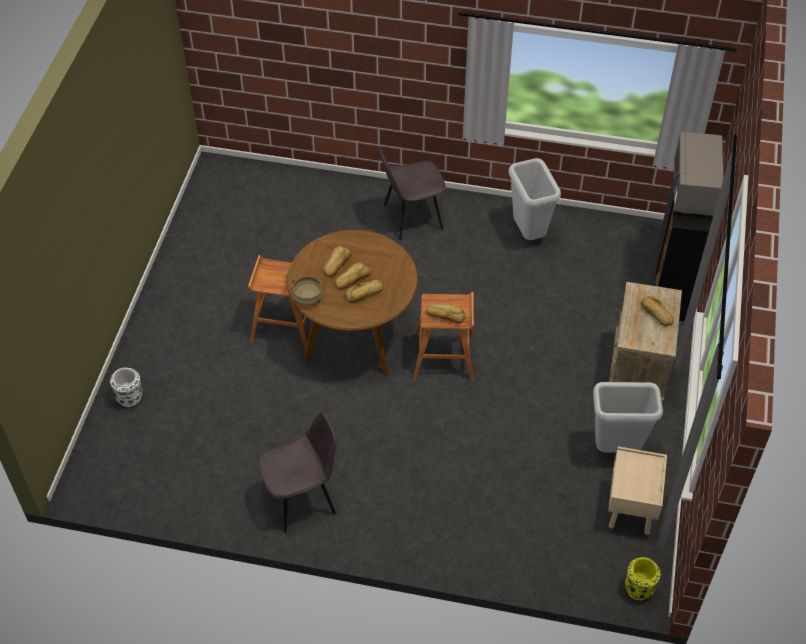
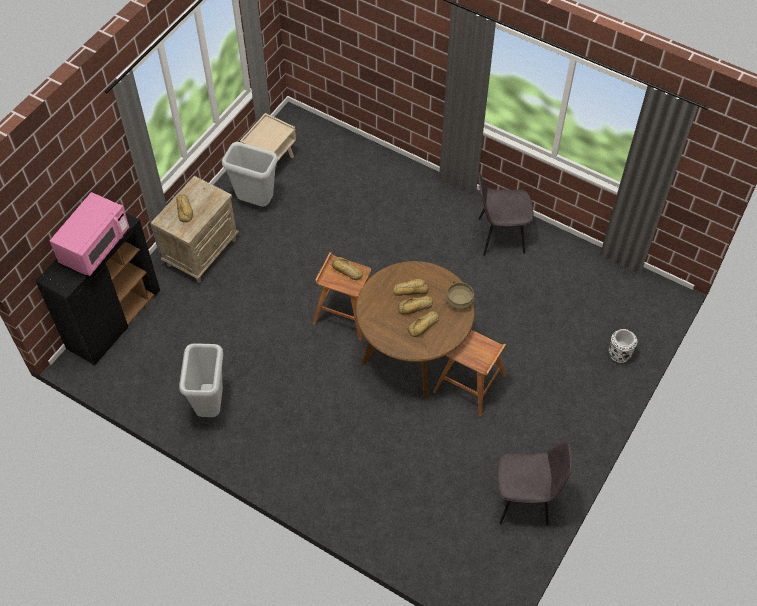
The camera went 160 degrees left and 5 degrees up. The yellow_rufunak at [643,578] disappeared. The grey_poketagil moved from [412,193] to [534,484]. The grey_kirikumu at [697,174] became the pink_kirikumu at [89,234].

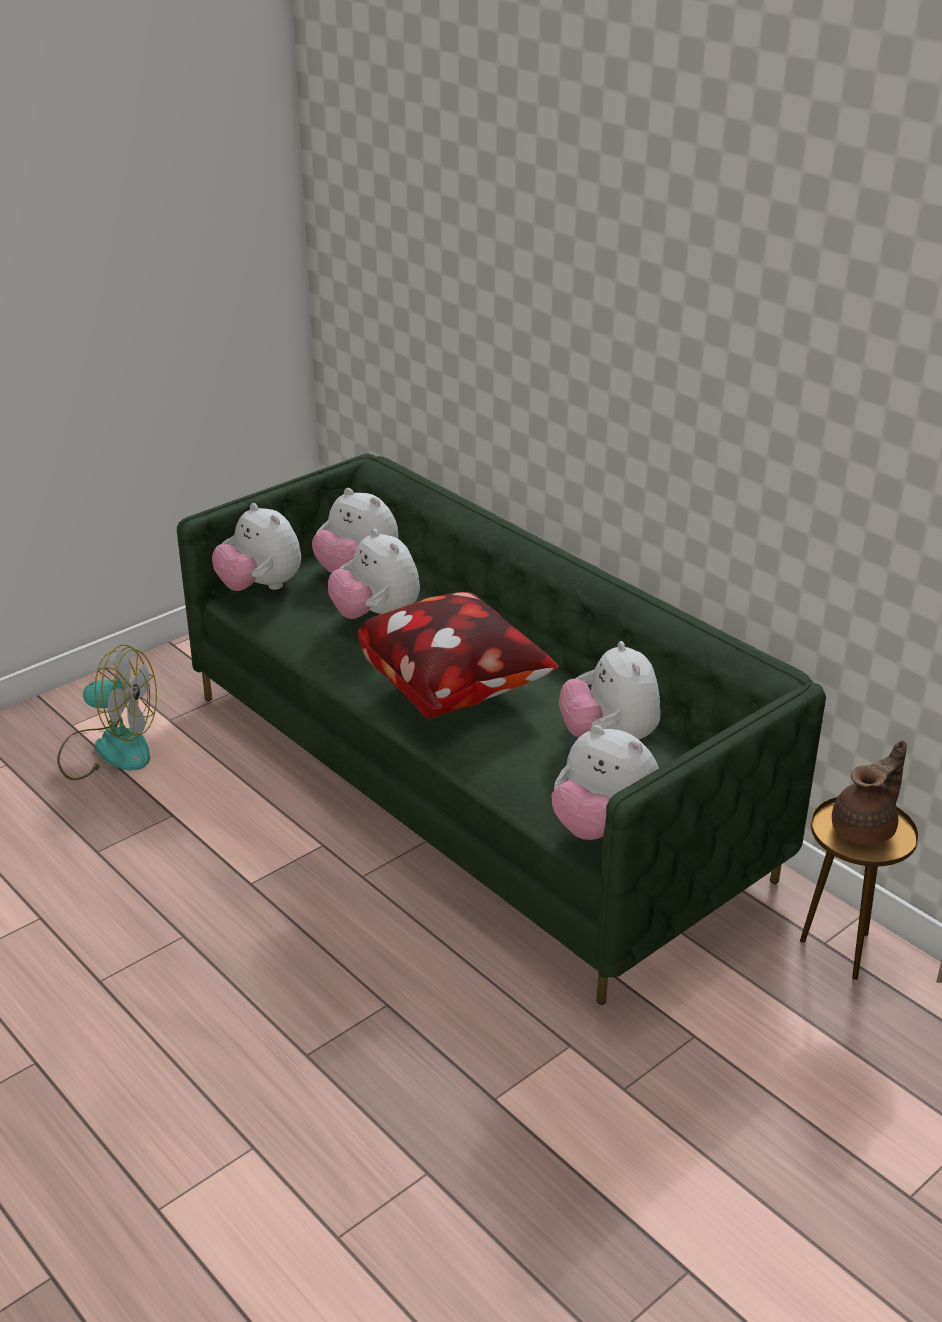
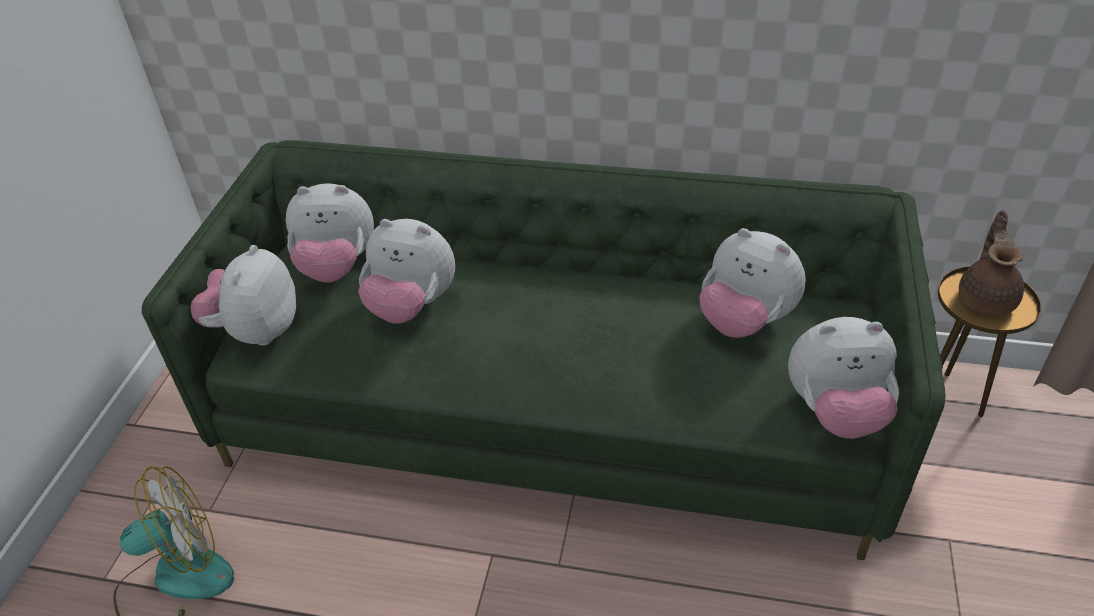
The camera went 35 degrees left and 10 degrees up. The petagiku at [458,655] disappeared. The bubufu at [256,547] turned 90 degrees clockwise.

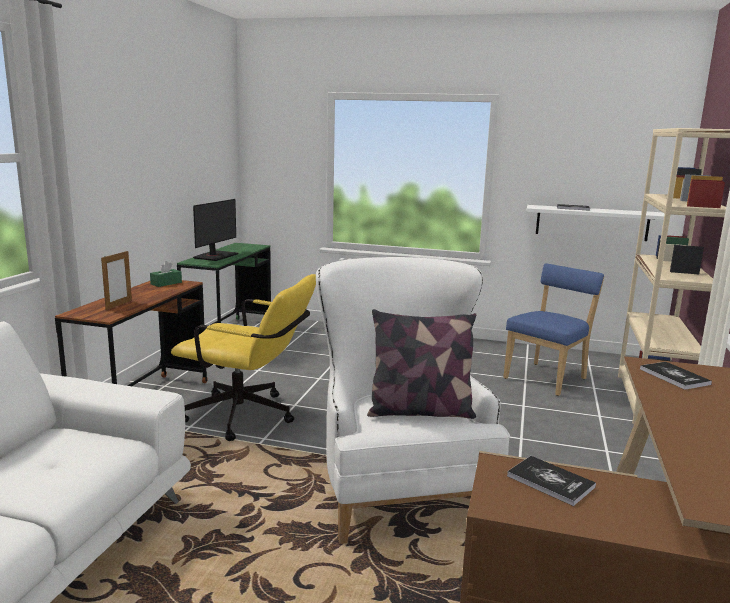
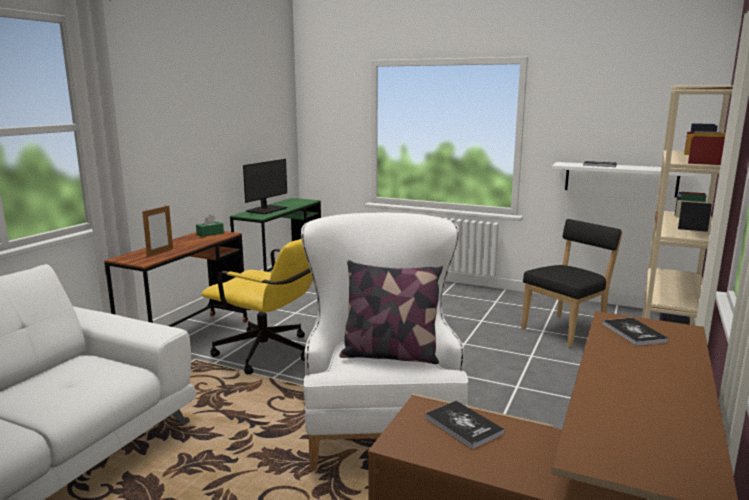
The camera went 10 degrees right and 0 degrees up. The blue_poketagil at [553,330] became the black_poketagil at [572,283].

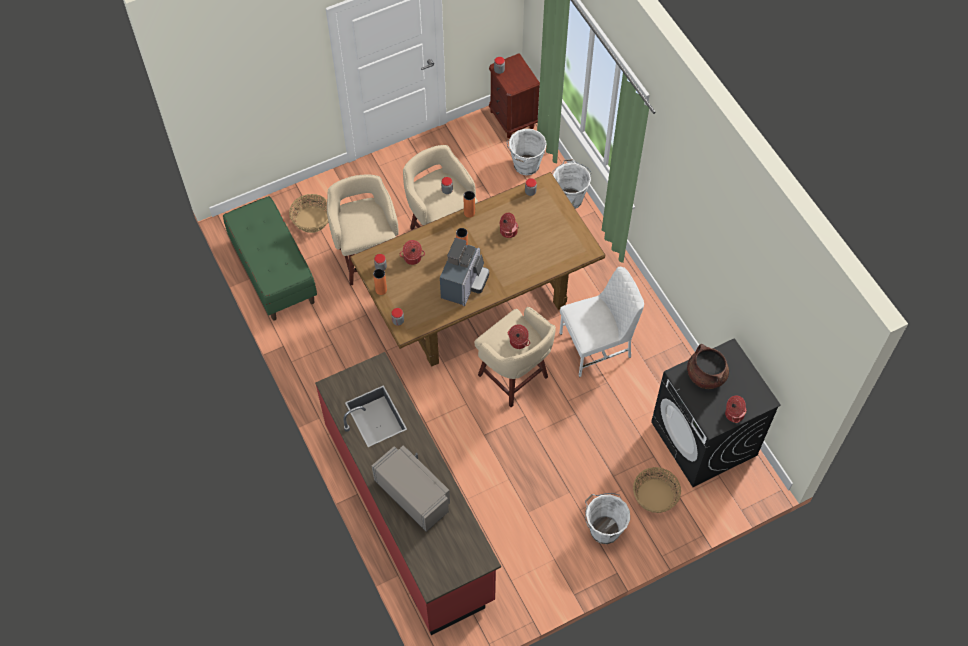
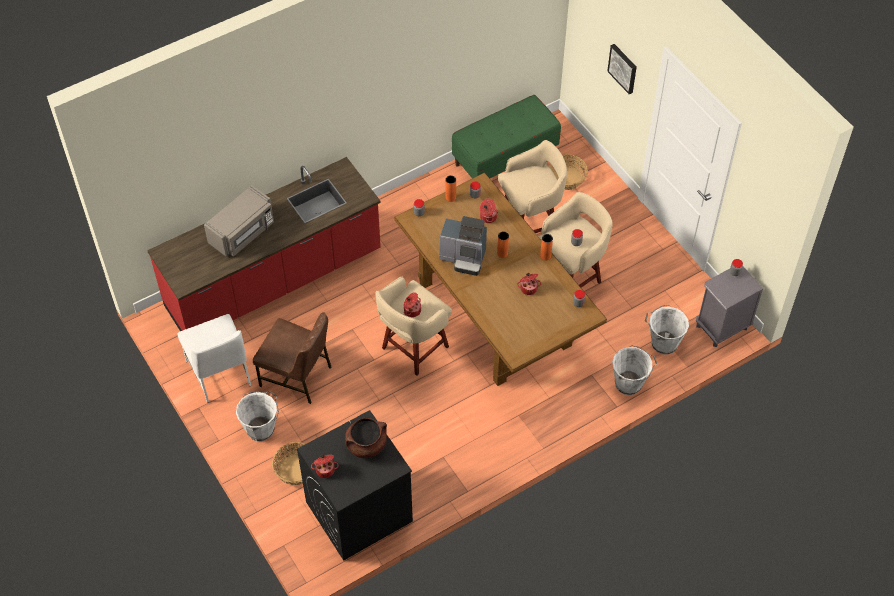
The camera went 85 degrees right and 5 degrees down. The brown_poketagil at [292,358] appeared. The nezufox at [622,69] appeared. The white_poketagil moved from [601,322] to [214,358]. The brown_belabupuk at [514,95] became the grey_belabupuk at [730,307].

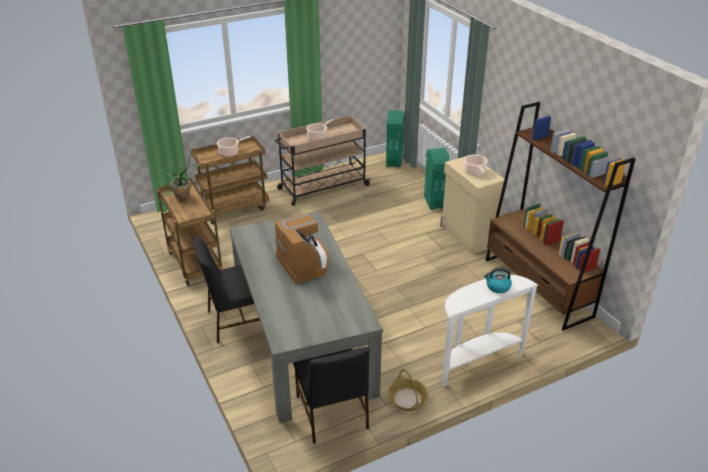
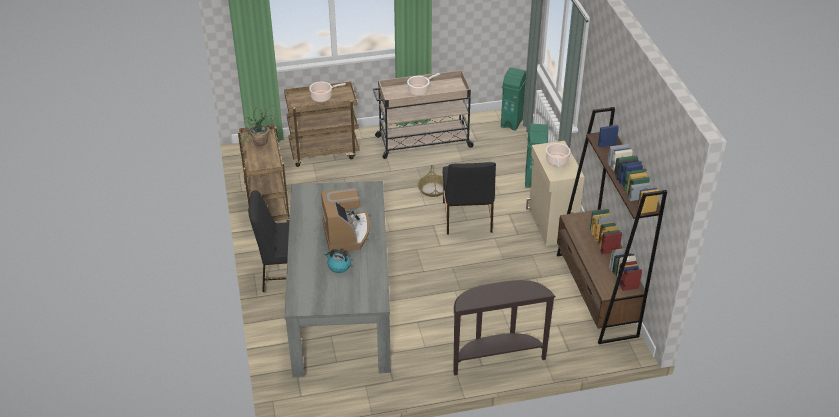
The camera went 15 degrees right and 5 degrees up. The black_poketagil moved from [331,395] to [469,198]. The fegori moved from [408,390] to [430,181]. The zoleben moved from [498,280] to [338,261]. The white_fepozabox at [490,331] became the brown_fepozabox at [504,327].

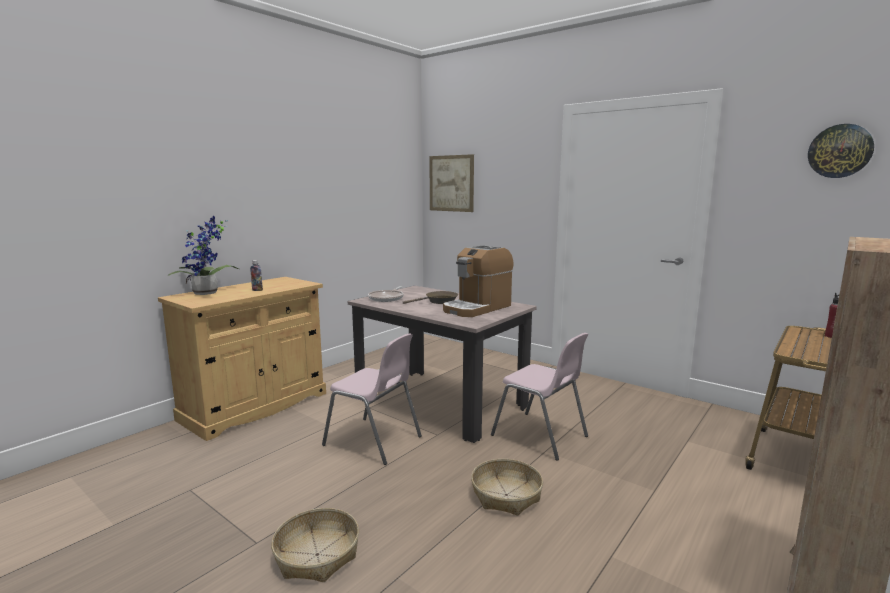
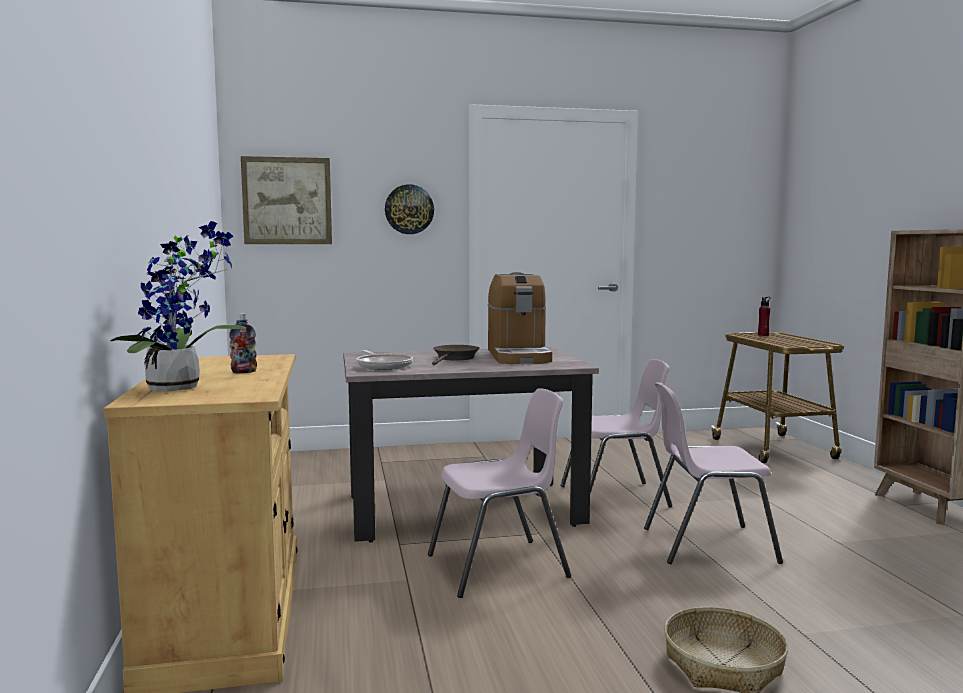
The camera went 50 degrees left and 5 degrees down. The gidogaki moved from [841,151] to [409,209]. The fegori at [507,487] was replaced by the pink_poketagil at [713,473].

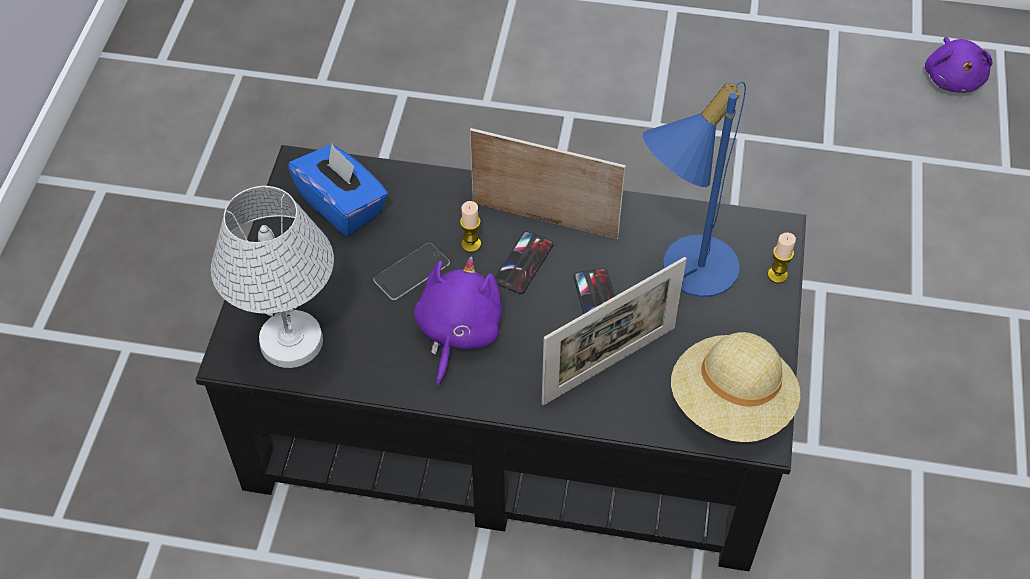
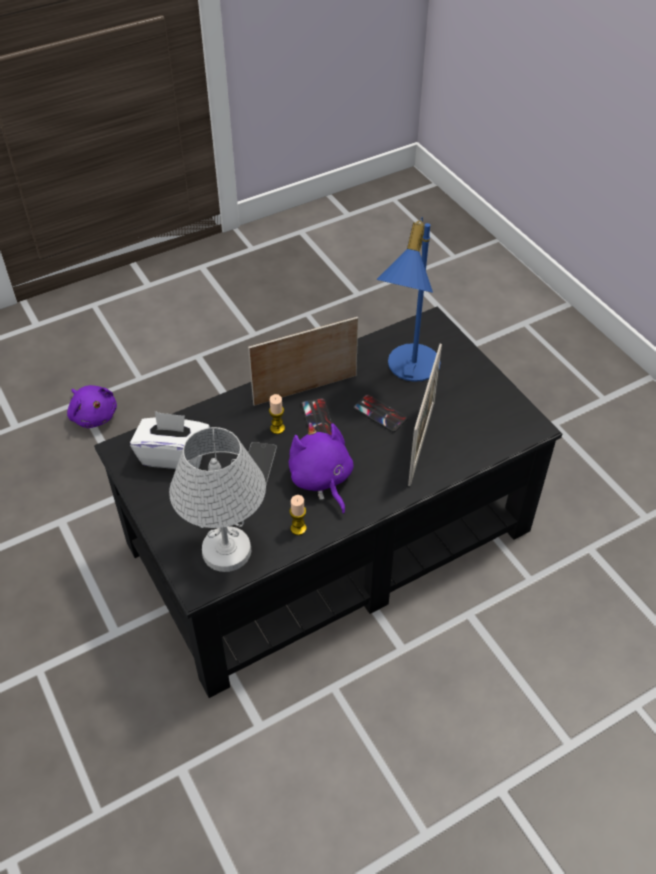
The camera went 40 degrees left and 5 degrees down. The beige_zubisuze at [735,387] disappeared. The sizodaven moved from [781,258] to [298,515]. The purple_bubufu moved from [958,65] to [92,406]. The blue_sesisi at [338,190] became the white_sesisi at [170,440].

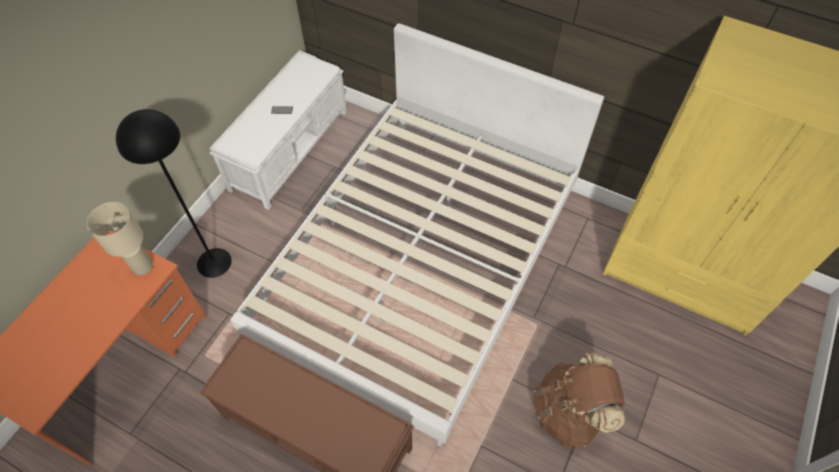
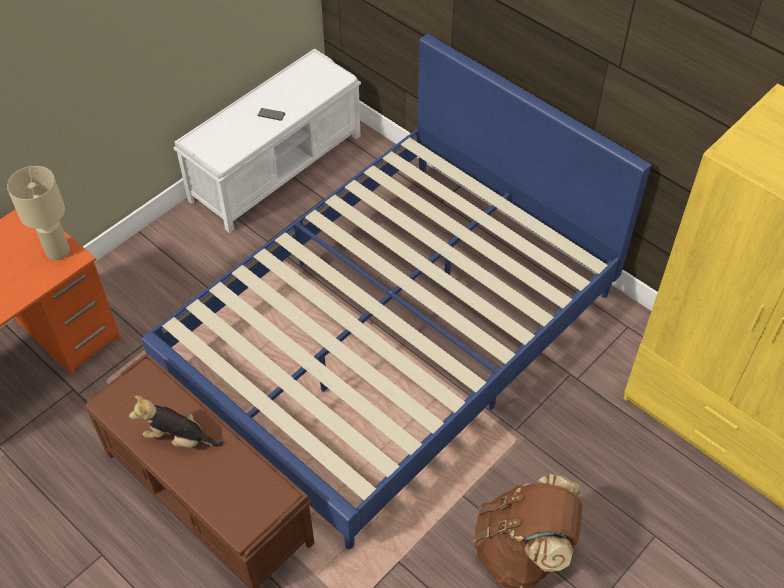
The camera went 15 degrees right and 5 degrees down. The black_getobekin at [174,193] disappeared. The bubufu at [176,422] appeared. The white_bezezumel at [417,234] became the blue_bezezumel at [396,291].

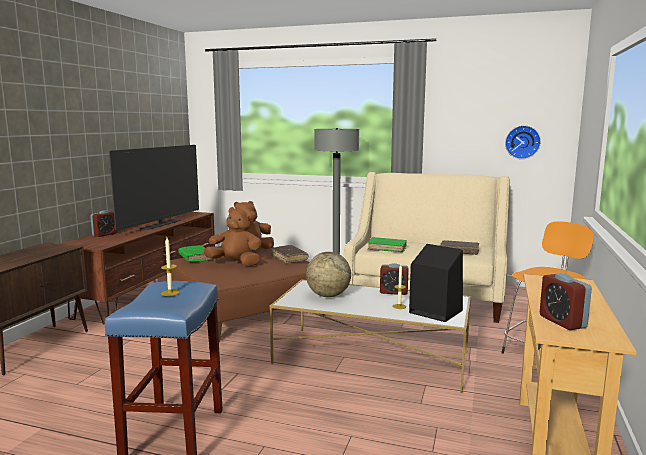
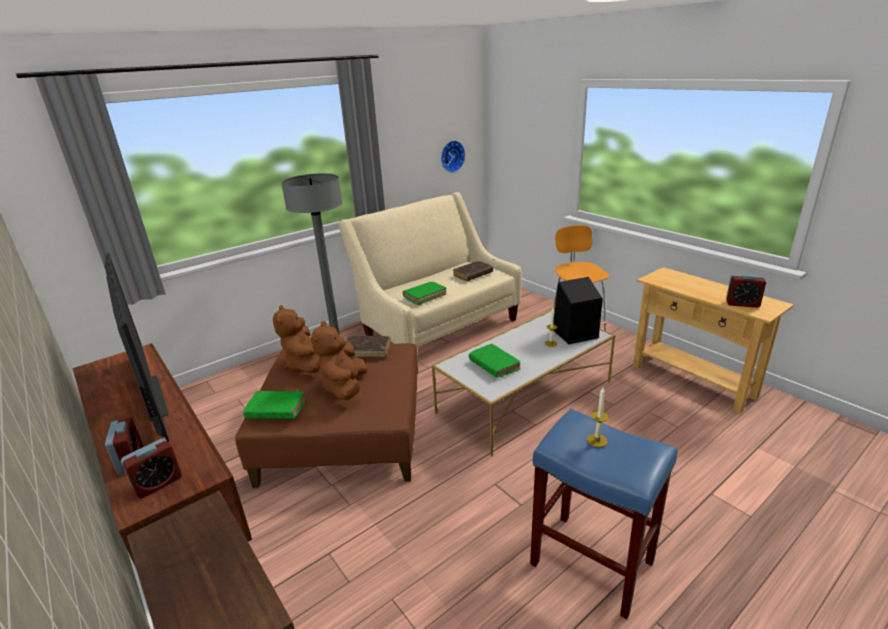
The camera went 55 degrees left and 15 degrees up. The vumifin moved from [394,279] to [151,468]. The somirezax at [328,274] was replaced by the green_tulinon at [495,361]. The brown_bubufu at [233,236] turned 45 degrees counterclockwise.

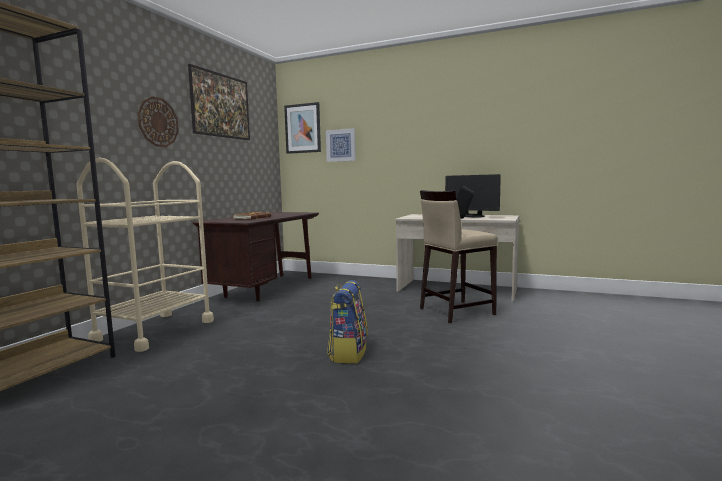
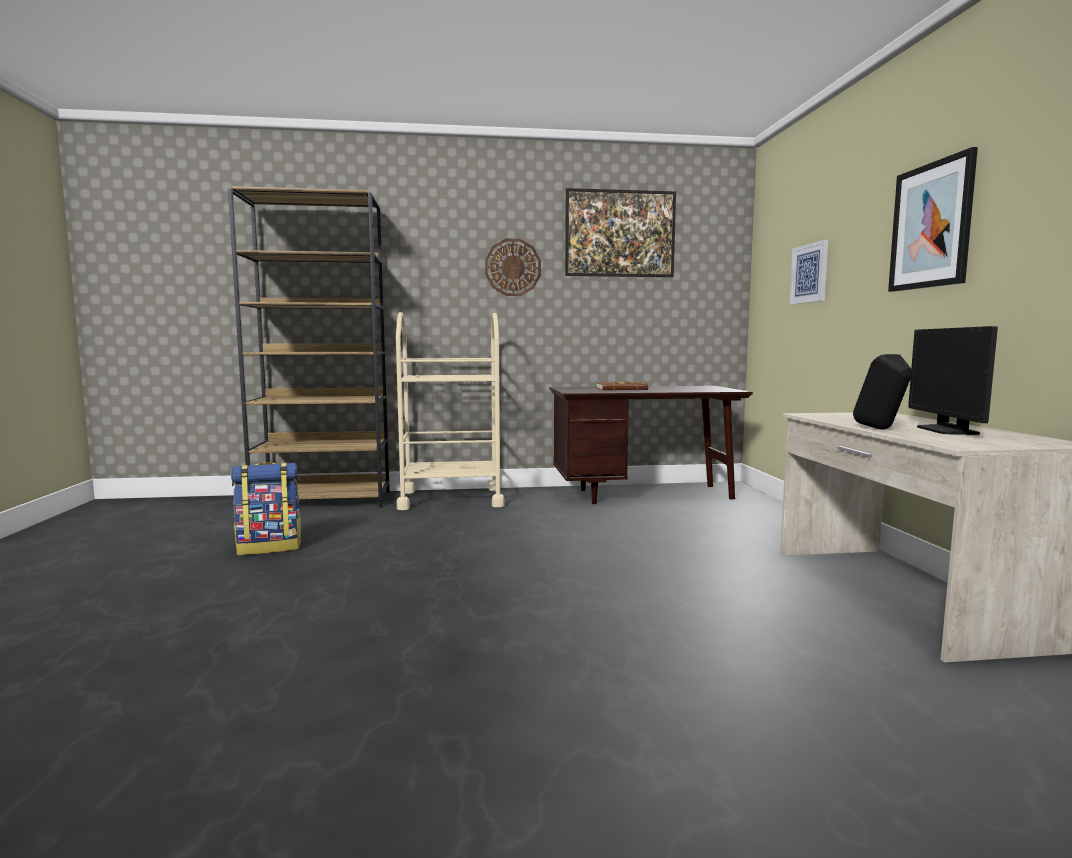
The camera went 60 degrees right and 0 degrees up. The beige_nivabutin at [459,256] disappeared. The nezufox moved from [302,128] to [933,219]. The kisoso moved from [347,322] to [266,508].

